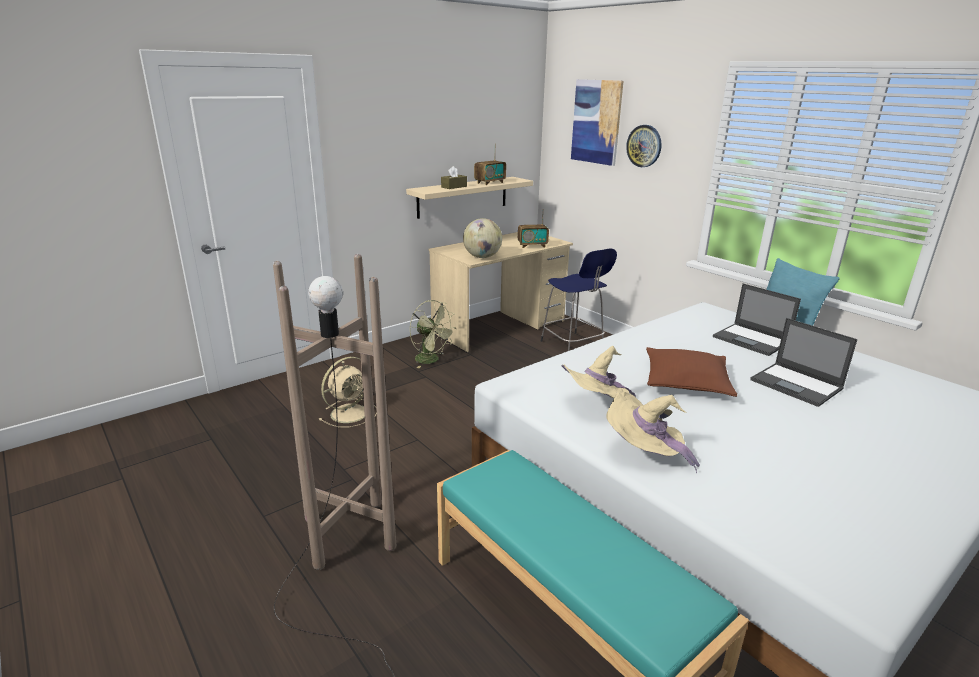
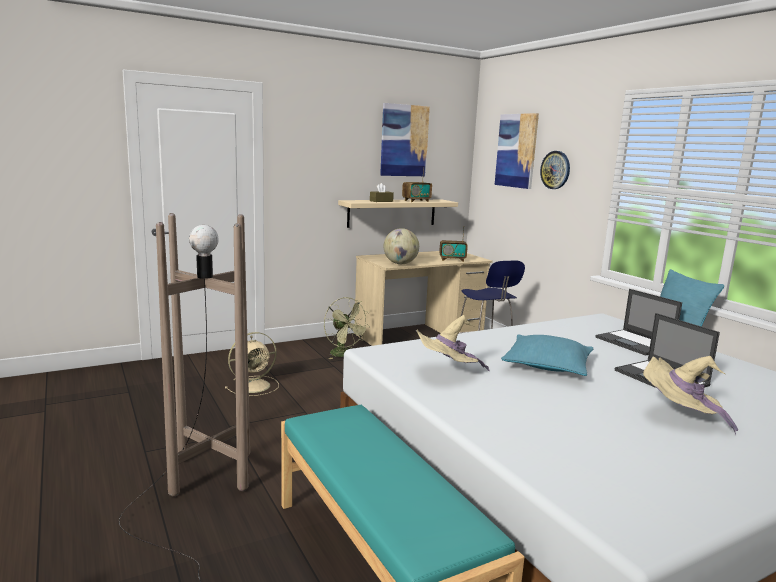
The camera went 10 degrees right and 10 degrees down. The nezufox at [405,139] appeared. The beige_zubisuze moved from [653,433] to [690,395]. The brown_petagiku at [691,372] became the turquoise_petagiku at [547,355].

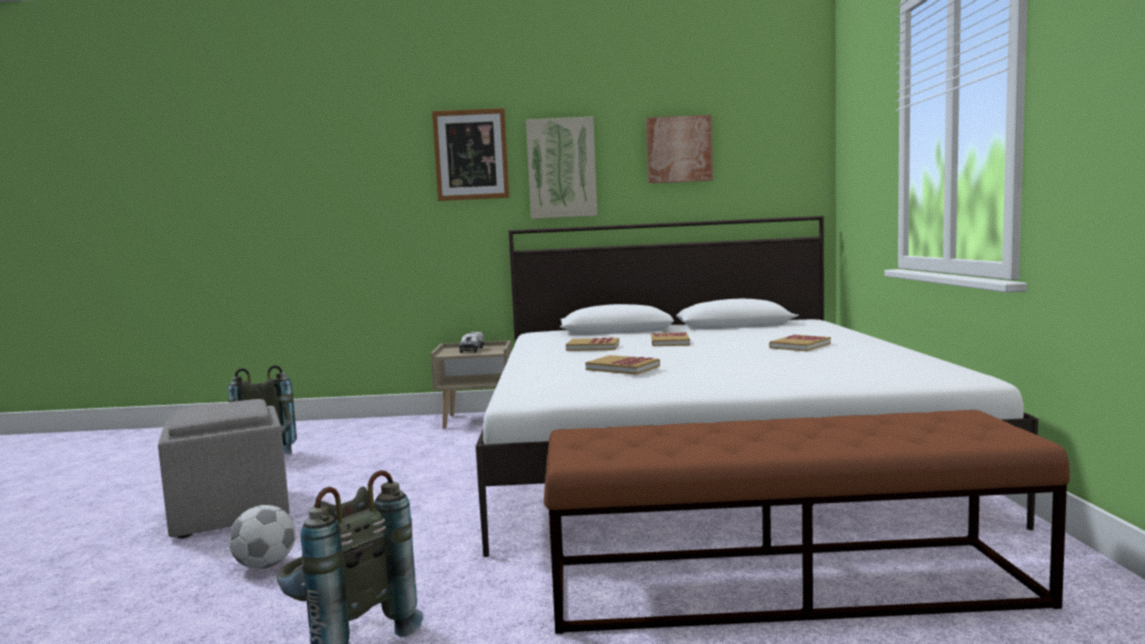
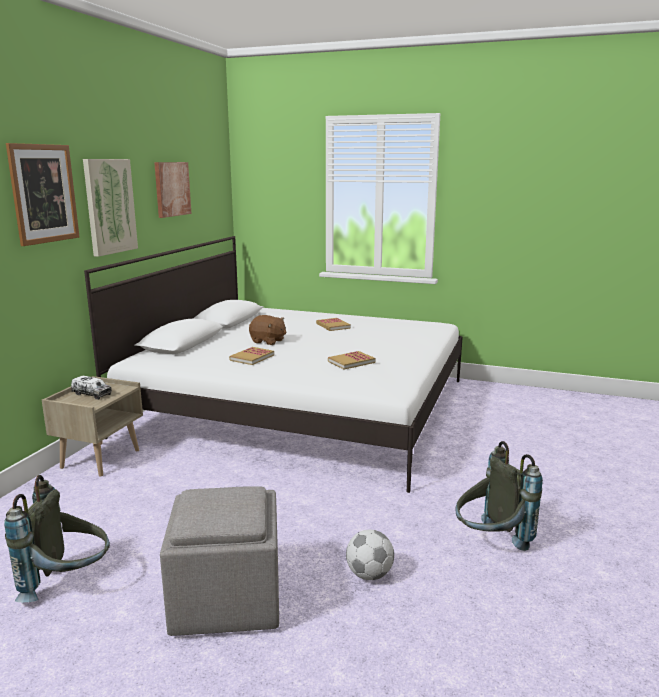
The camera went 70 degrees left and 10 degrees up. The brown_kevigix at [807,522] disappeared. The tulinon at [670,339] was replaced by the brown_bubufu at [267,330].

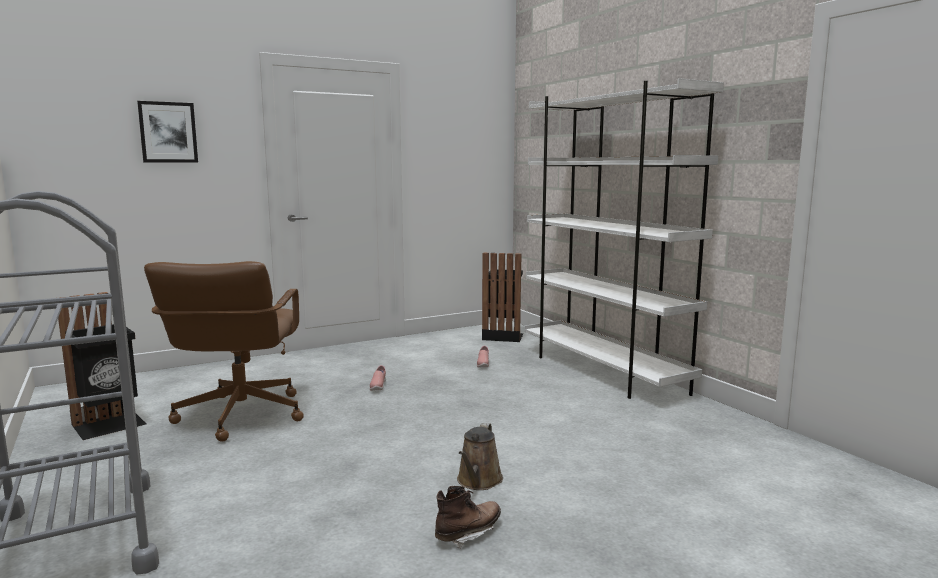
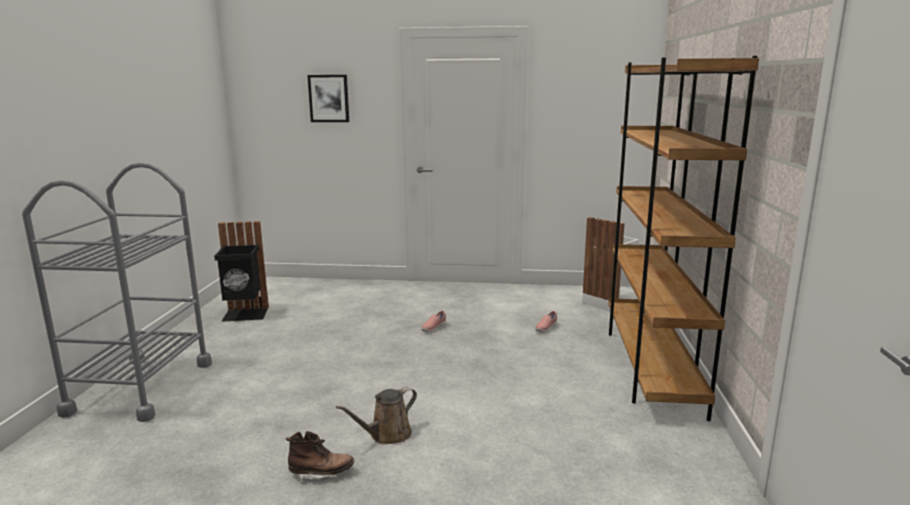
The camera went 35 degrees right and 5 degrees up. The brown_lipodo at [223,351] disappeared. The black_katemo at [503,297] became the white_katemo at [610,264]. The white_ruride at [624,238] became the brown_ruride at [684,238].

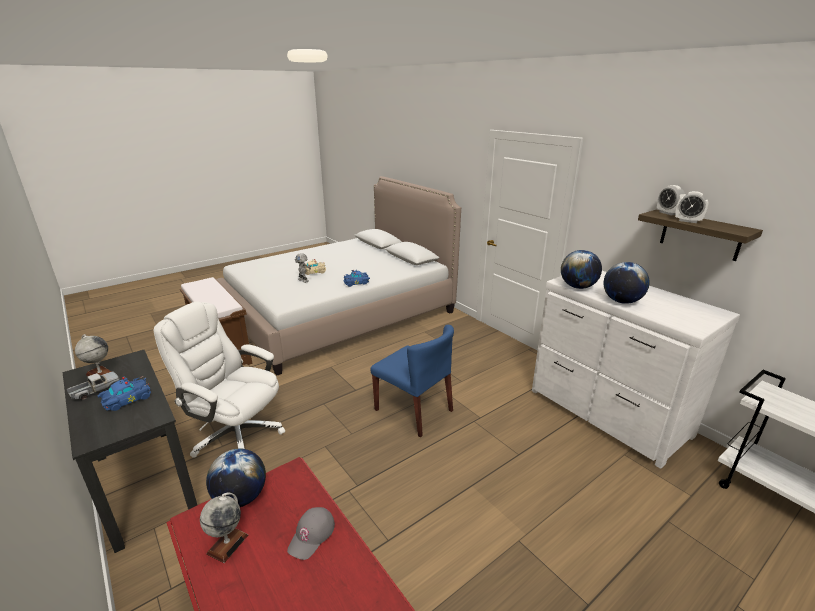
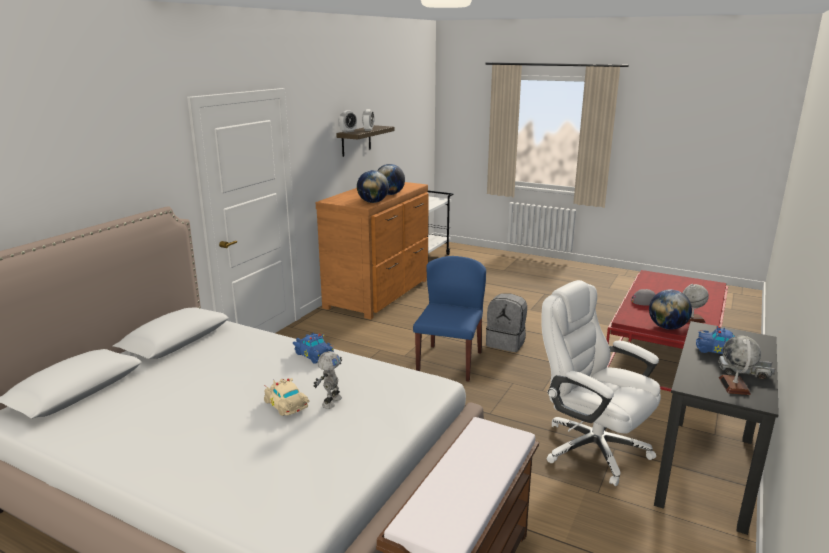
The camera went 115 degrees left and 5 degrees down. The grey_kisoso at [506,323] appeared. The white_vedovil at [636,370] became the brown_vedovil at [372,250]. The white_lipodo at [219,379] turned 135 degrees clockwise.

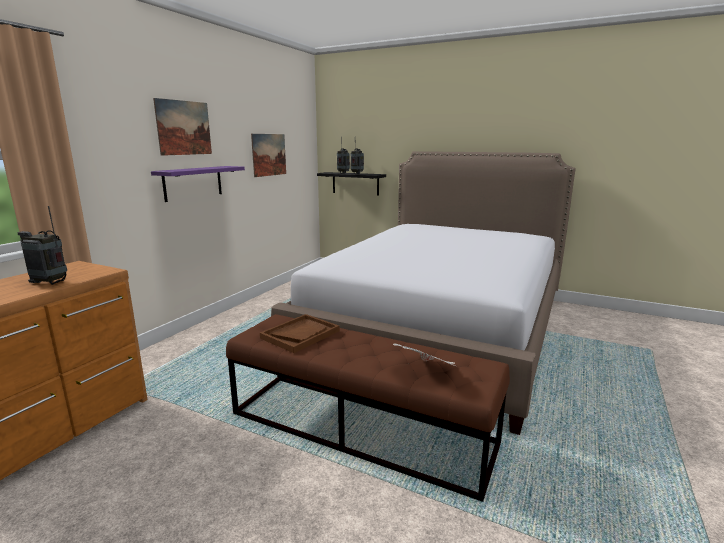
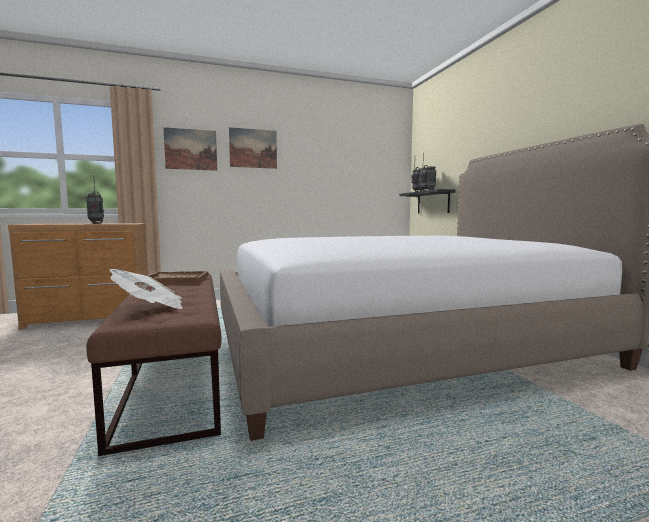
The camera went 45 degrees right and 10 degrees down. The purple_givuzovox at [198,184] disappeared. The nezufox moved from [268,155] to [190,149].

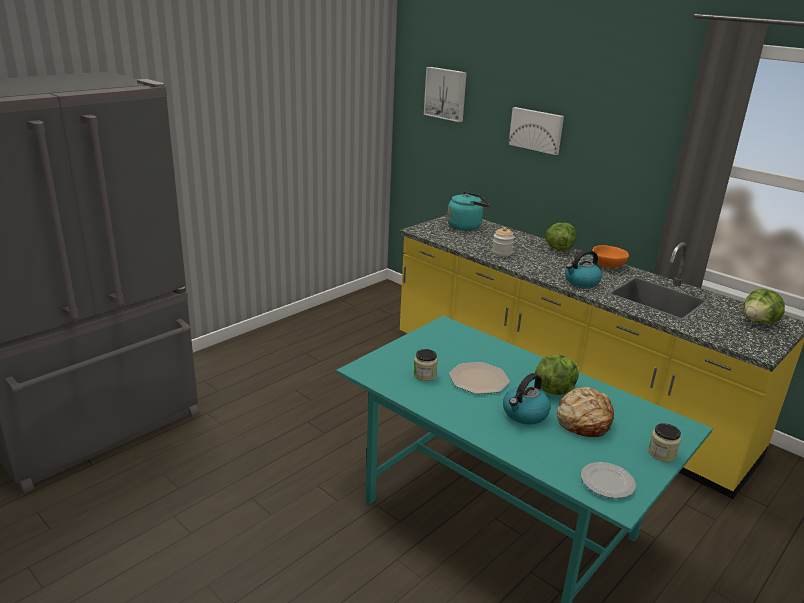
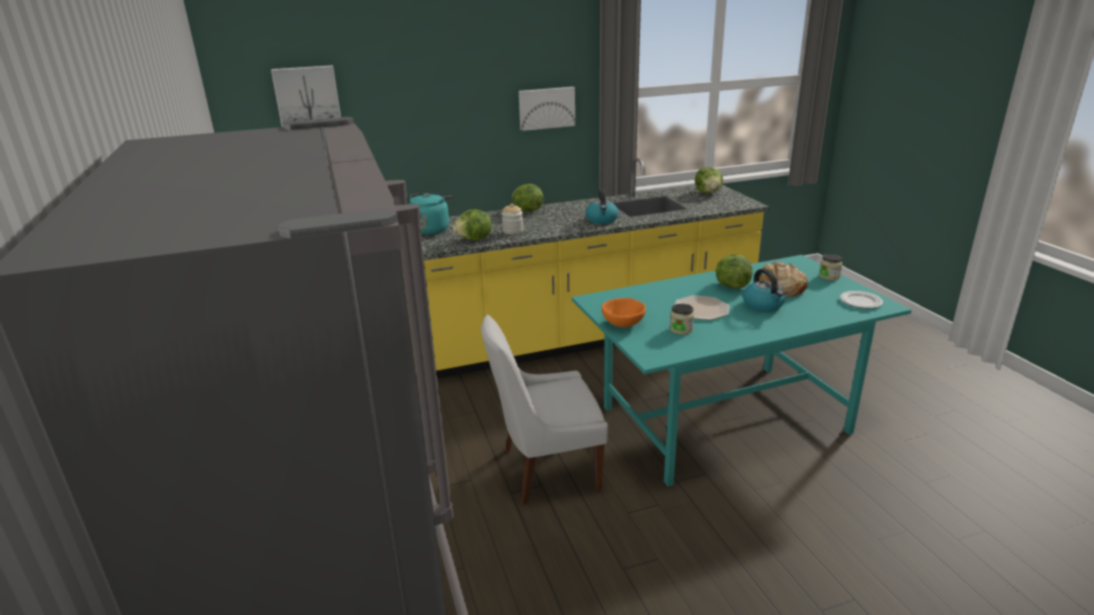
The camera went 60 degrees left and 0 degrees up. The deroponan at [472,225] appeared. The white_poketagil at [544,410] appeared. The nezufox moved from [536,131] to [547,109]. The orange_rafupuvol moved from [610,256] to [624,312].

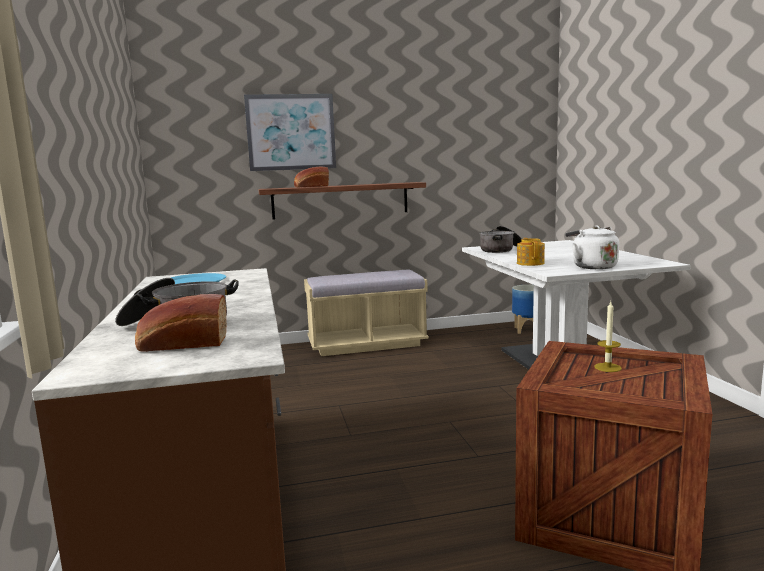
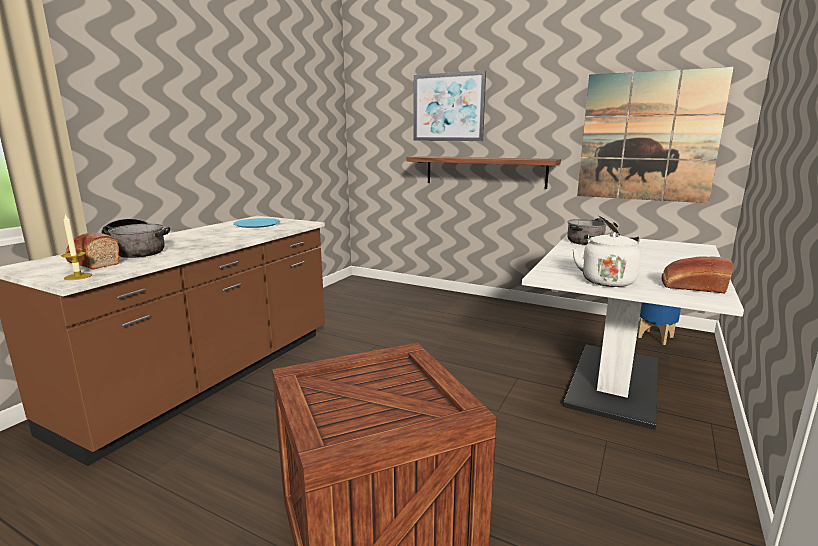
The camera went 40 degrees right and 5 degrees up. The beige_kevigix at [366,313] disappeared. The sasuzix at [531,252] disappeared. The nezufox at [655,135] appeared. The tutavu moved from [311,176] to [697,275]. The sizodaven moved from [608,337] to [76,247].

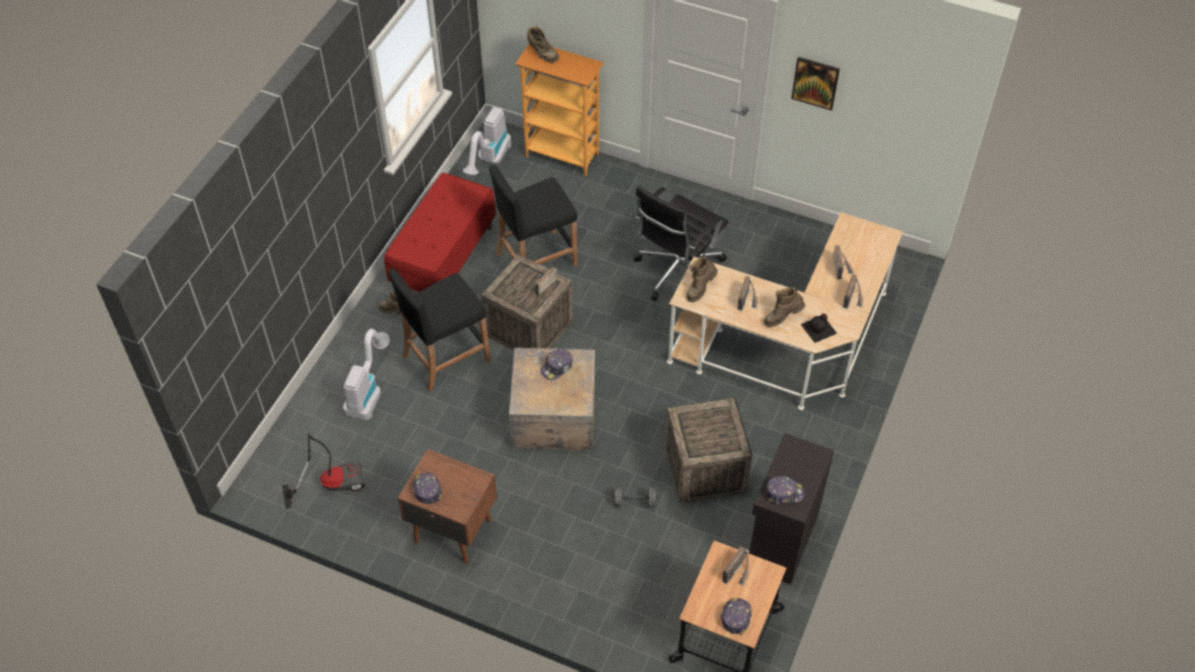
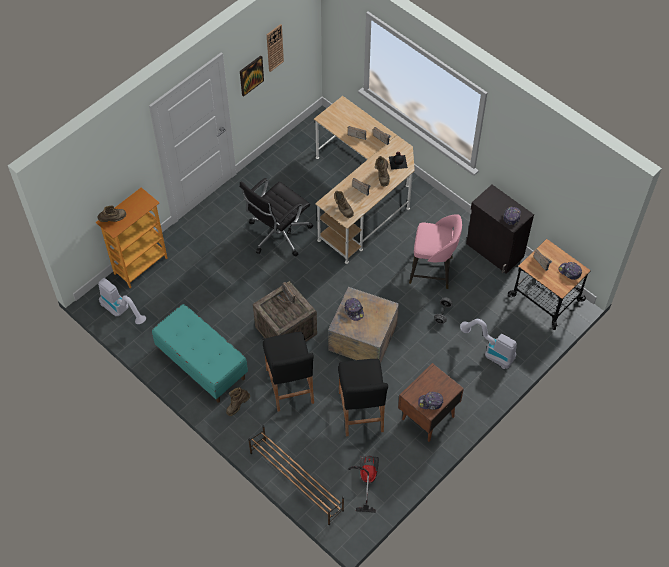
The camera went 70 degrees left and 5 degrees up. The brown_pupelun at [296,475] appeared. The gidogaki at [275,48] appeared. The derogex moved from [366,374] to [488,344]. The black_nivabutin moved from [533,215] to [363,397]. The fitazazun at [708,450] was replaced by the pink_nivabutin at [435,251]. The red_kevigix at [440,232] became the turquoise_kevigix at [200,353]. The black_lipodo at [681,243] turned 75 degrees clockwise.

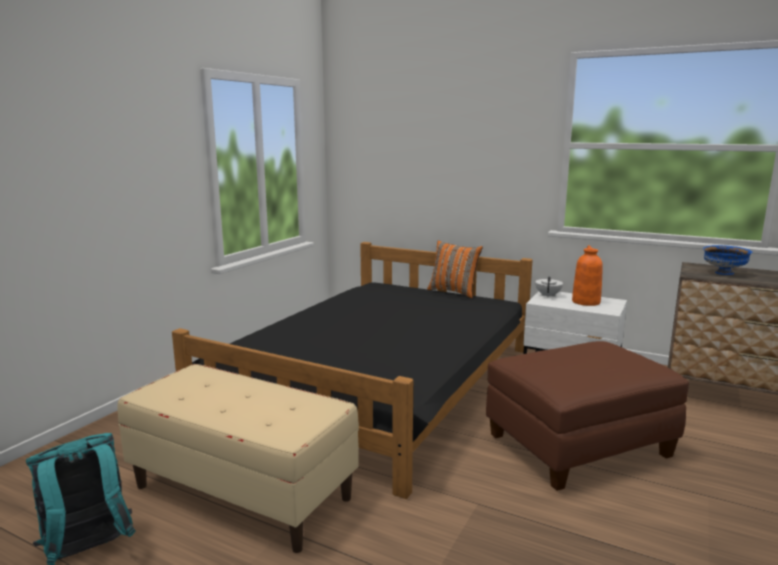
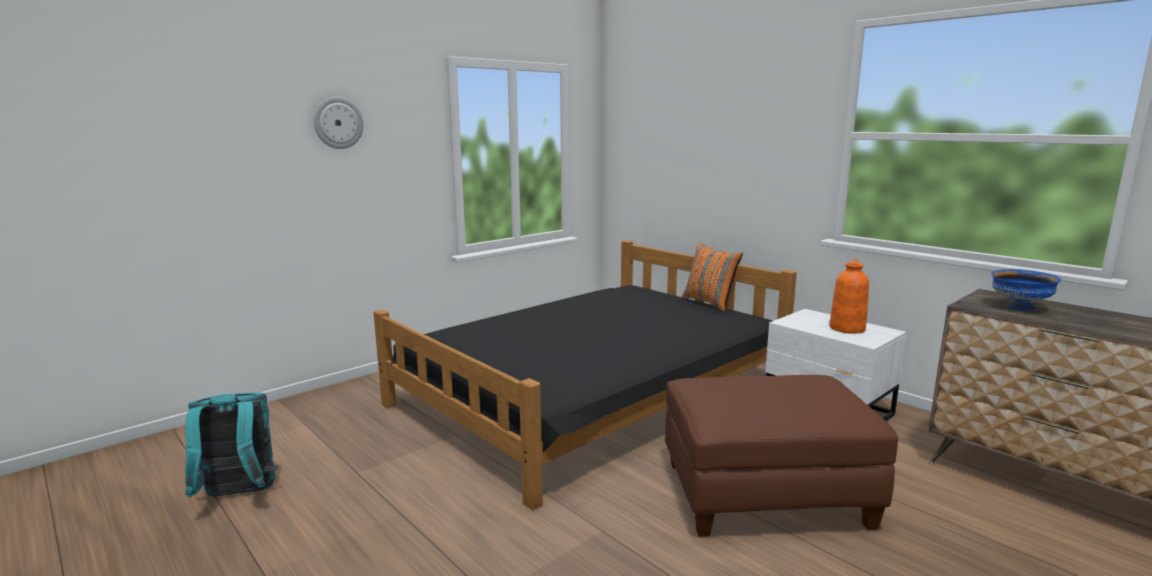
The camera went 20 degrees right and 0 degrees up. The beige_kevigix at [238,458] disappeared. The white_sasuzix at [549,286] disappeared. The gidogaki at [339,123] appeared.

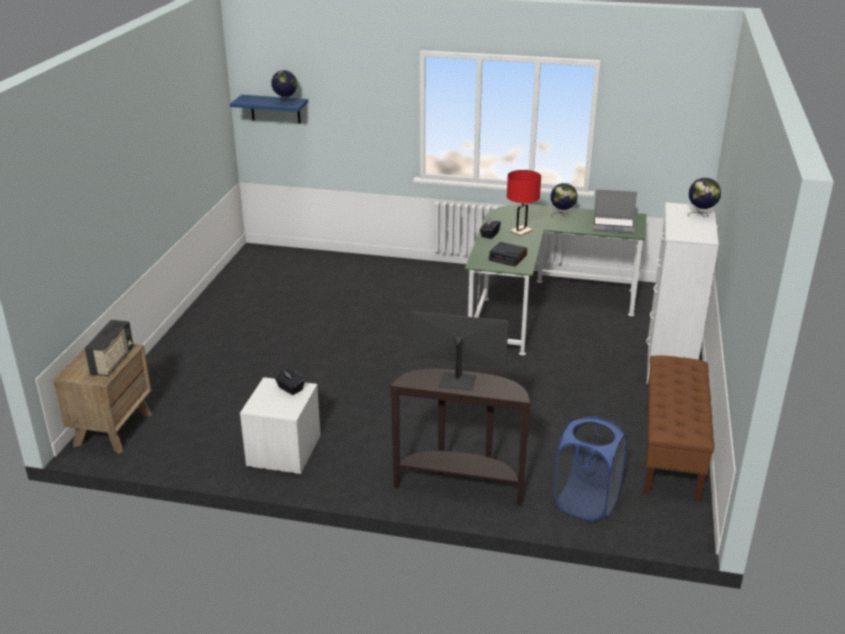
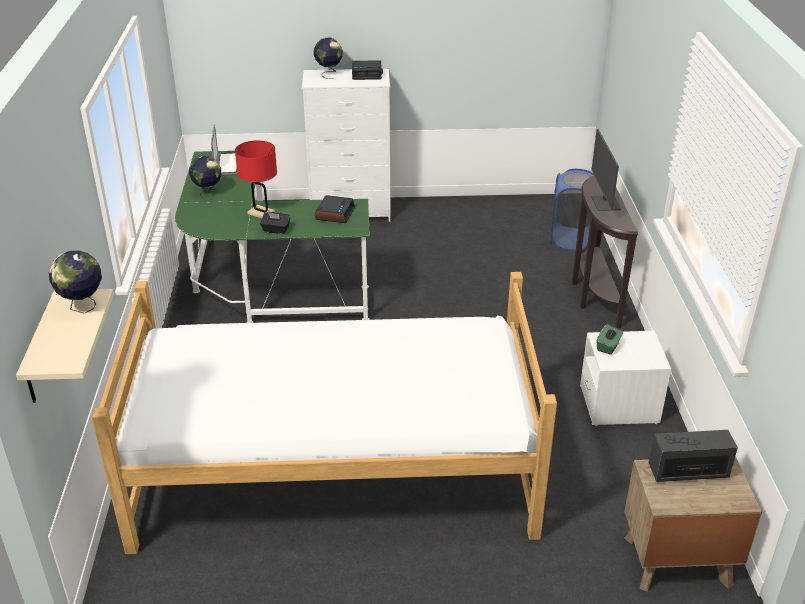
The camera went 105 degrees left and 5 degrees up. The brown_kevigix at [679,428] disappeared. The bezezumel at [324,413] appeared. The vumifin at [367,70] appeared. The blue_givuzovox at [269,109] became the beige_givuzovox at [65,346]. The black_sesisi at [290,382] became the green_sesisi at [610,339].

